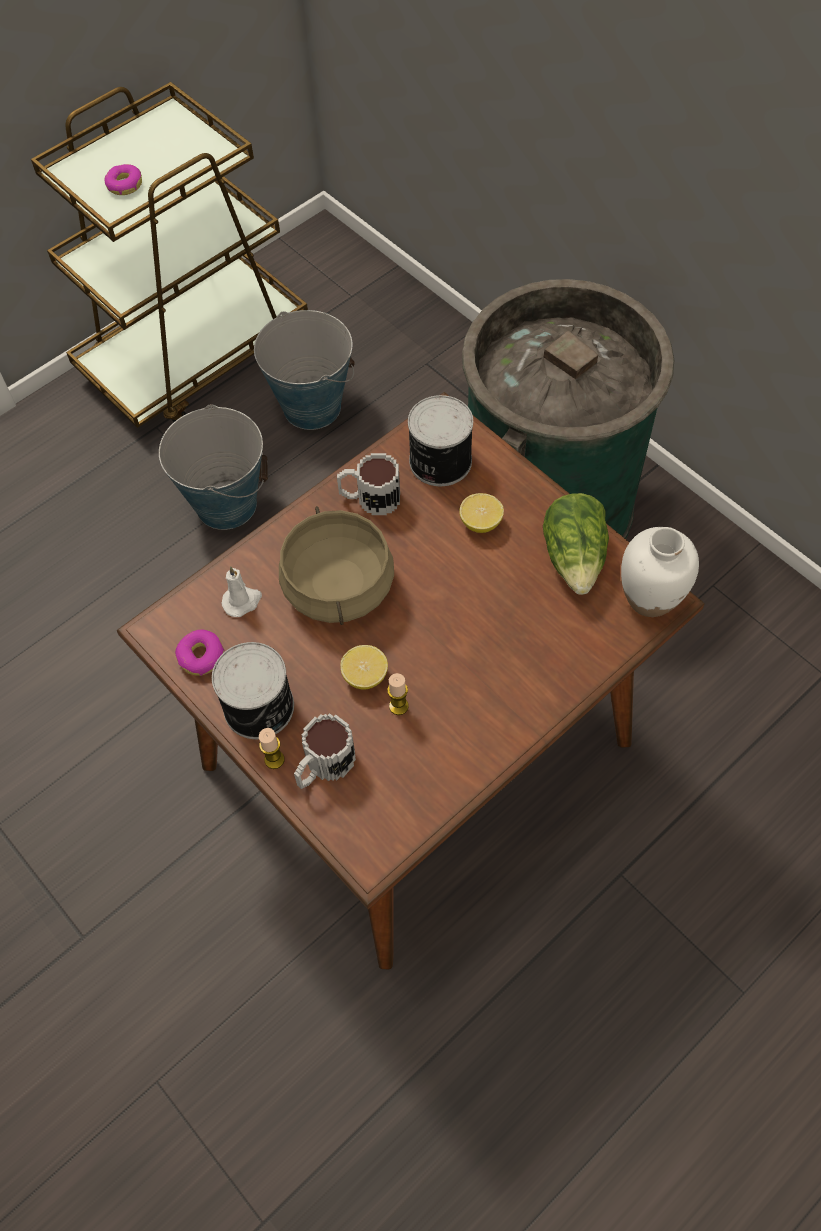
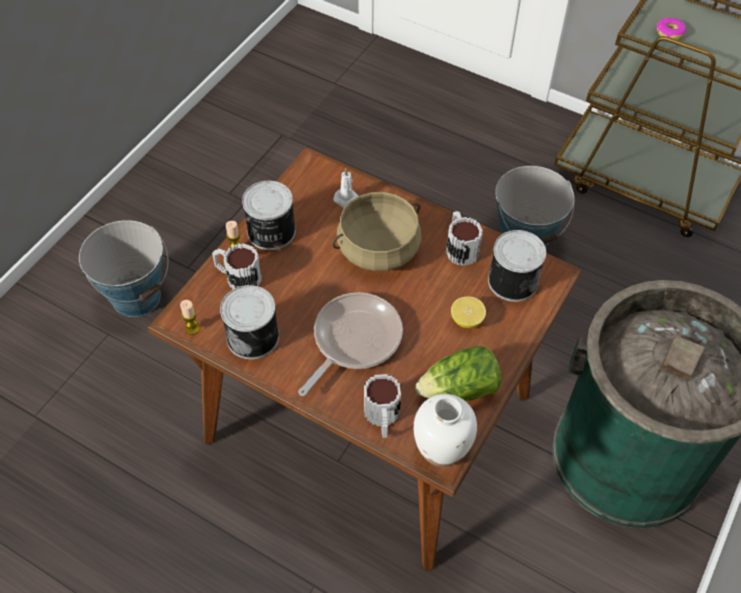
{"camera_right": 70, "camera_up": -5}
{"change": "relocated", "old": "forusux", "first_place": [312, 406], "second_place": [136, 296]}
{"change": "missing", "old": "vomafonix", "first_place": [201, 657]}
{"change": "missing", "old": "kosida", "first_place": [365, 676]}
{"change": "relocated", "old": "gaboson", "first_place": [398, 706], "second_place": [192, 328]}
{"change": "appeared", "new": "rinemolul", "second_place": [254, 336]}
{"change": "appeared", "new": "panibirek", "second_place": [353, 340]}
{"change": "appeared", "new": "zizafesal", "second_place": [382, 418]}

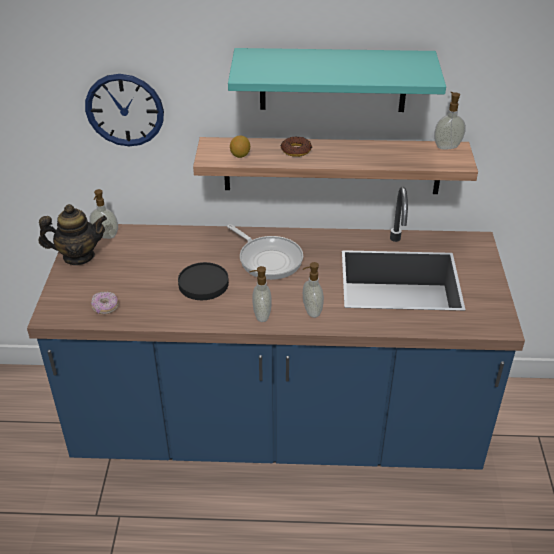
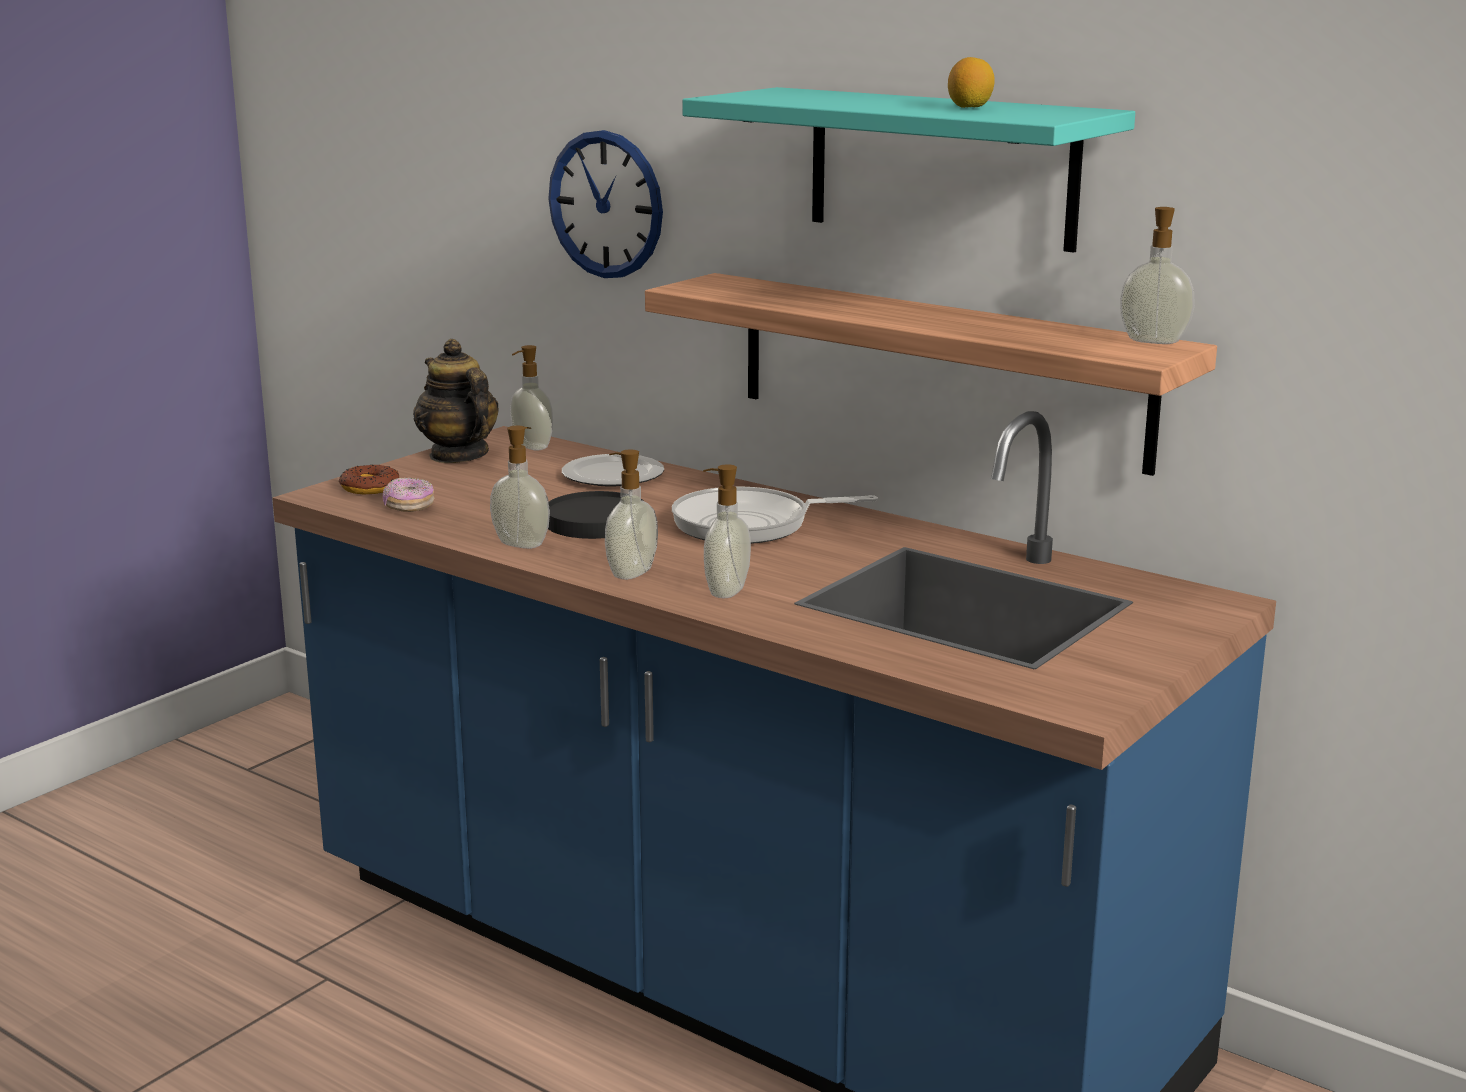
{"camera_right": 35, "camera_up": -20}
{"change": "relocated", "old": "kosida", "first_place": [240, 155], "second_place": [969, 107]}
{"change": "relocated", "old": "vomafonix", "first_place": [296, 150], "second_place": [370, 487]}
{"change": "spun", "old": "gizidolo", "first_place": [78, 256], "second_place": [458, 455], "degrees": -150}
{"change": "spun", "old": "panibirek", "first_place": [268, 259], "second_place": [749, 525], "degrees": 90}
{"change": "appeared", "new": "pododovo", "second_place": [522, 544]}
{"change": "appeared", "new": "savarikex", "second_place": [612, 476]}

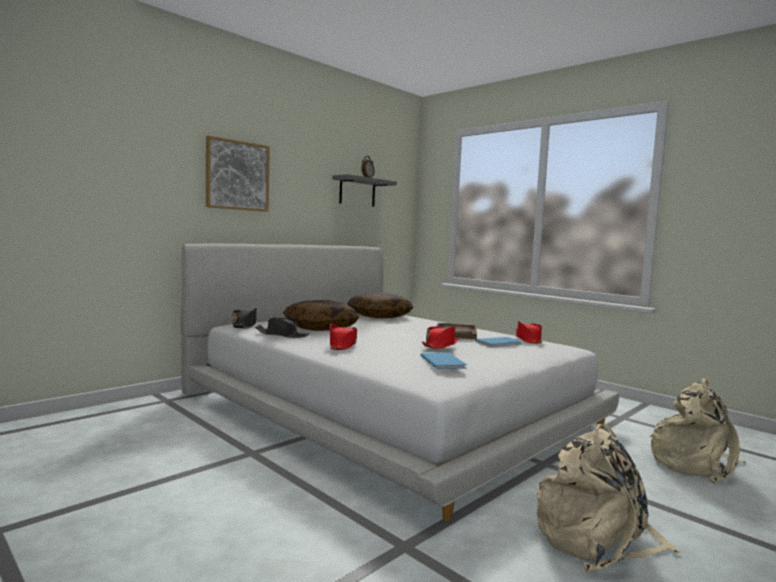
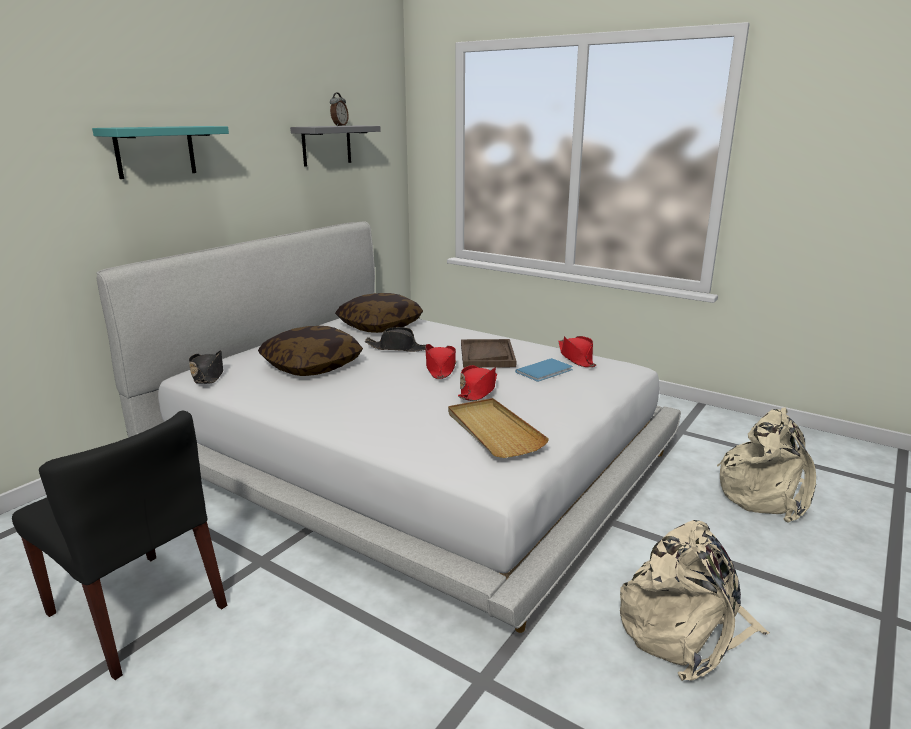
{"camera_right": -10, "camera_up": 15}
{"change": "exchanged", "old": "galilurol", "new": "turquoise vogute", "first_place": [237, 175], "second_place": [155, 151]}
{"change": "relocated", "old": "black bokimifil", "first_place": [282, 335], "second_place": [398, 348]}
{"change": "relocated", "old": "red bokimifil", "first_place": [342, 345], "second_place": [440, 368]}
{"change": "exchanged", "old": "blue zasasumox", "new": "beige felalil", "first_place": [443, 361], "second_place": [493, 430]}
{"change": "appeared", "new": "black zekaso", "second_place": [138, 610]}

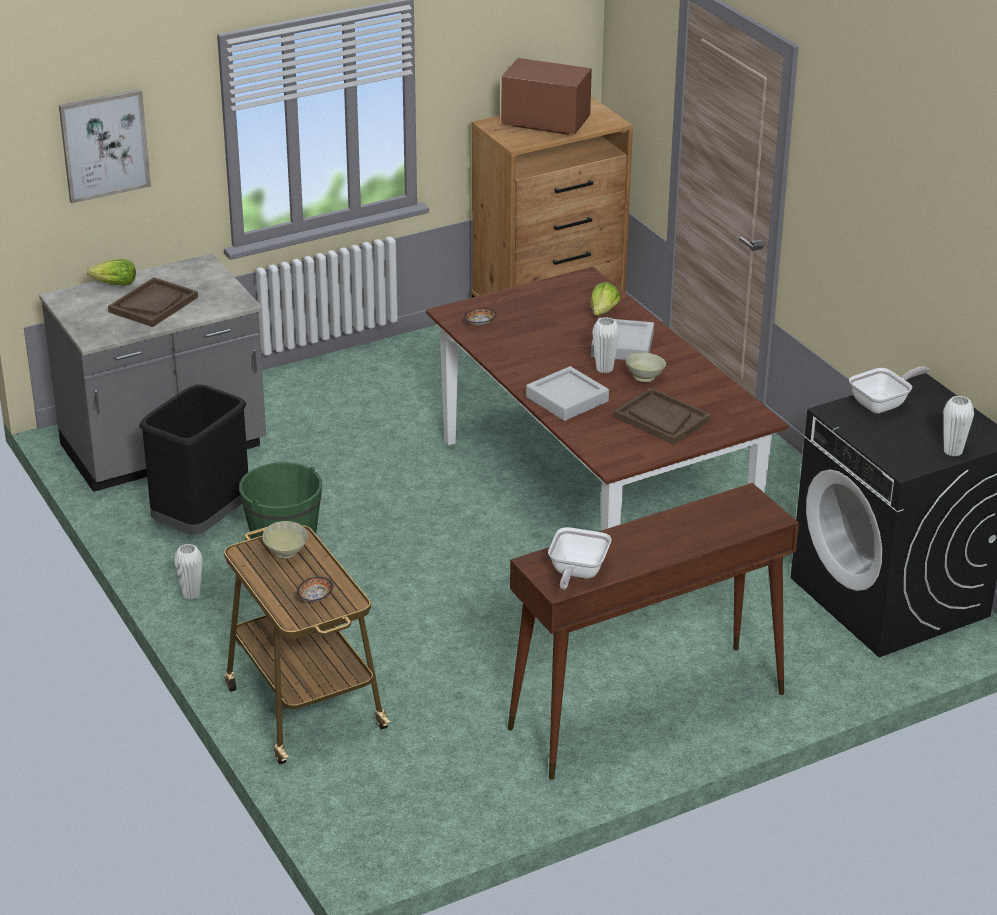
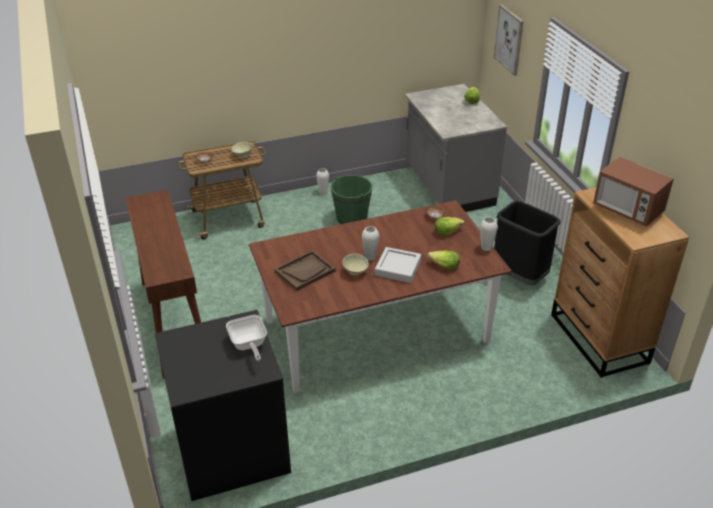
{"camera_right": 100, "camera_up": 5}
{"change": "spun", "old": "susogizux", "first_place": [545, 123], "second_place": [627, 210], "degrees": 105}
{"change": "missing", "old": "brown felalil", "first_place": [153, 304]}
{"change": "missing", "old": "grey felalil", "first_place": [567, 399]}
{"change": "relocated", "old": "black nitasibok", "first_place": [202, 523], "second_place": [519, 276]}
{"change": "relocated", "old": "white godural", "first_place": [953, 451], "second_place": [486, 248]}
{"change": "missing", "old": "panibirek", "first_place": [576, 573]}
{"change": "appeared", "new": "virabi", "second_place": [447, 231]}

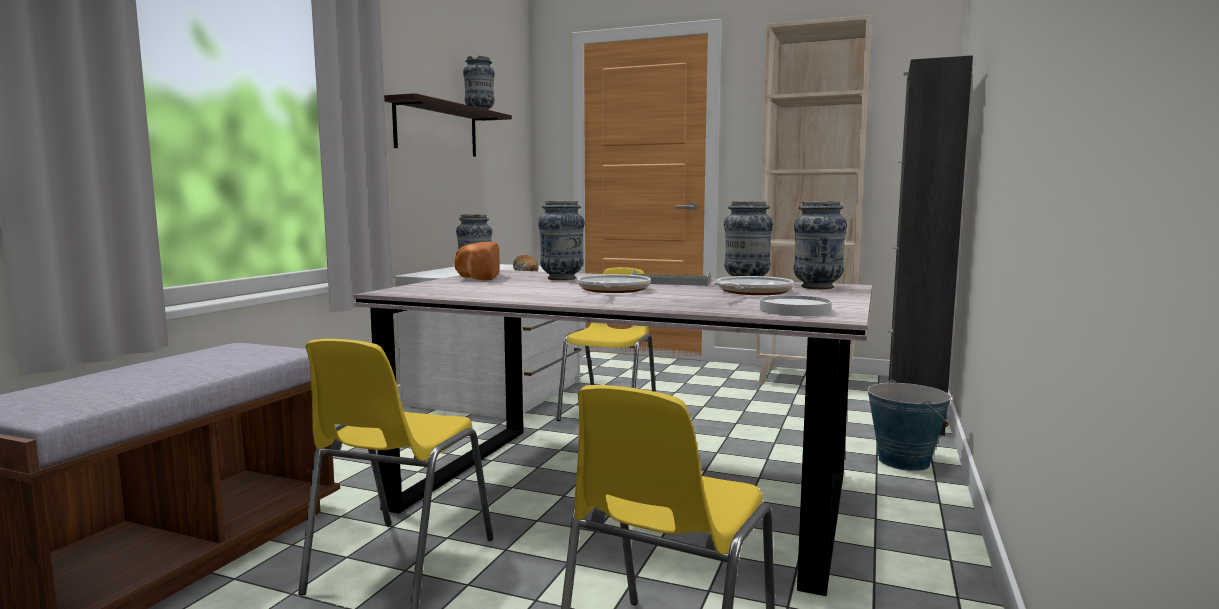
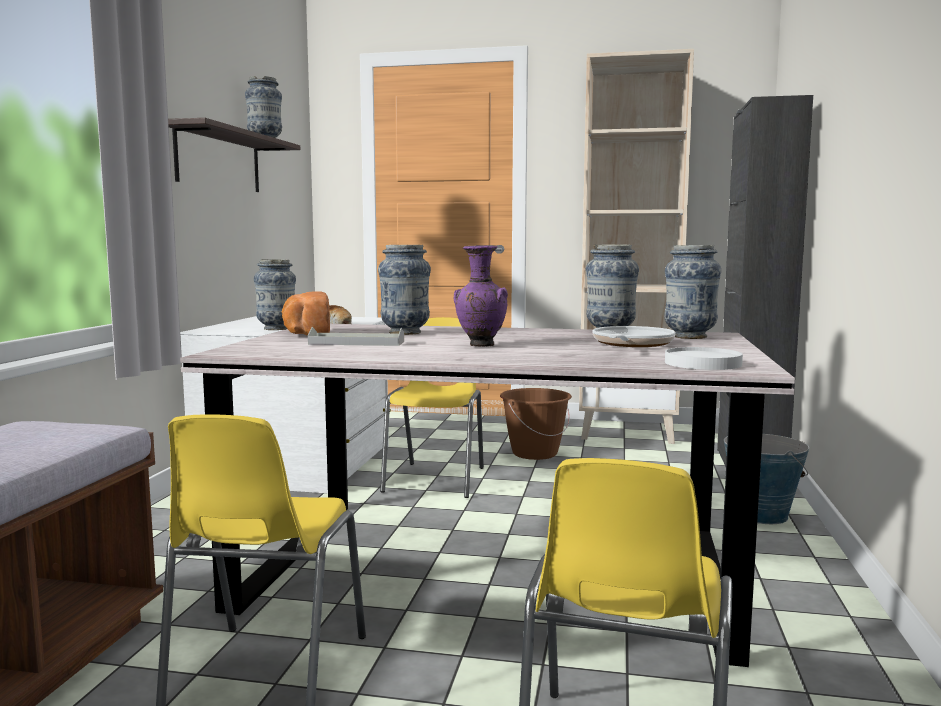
{"camera_right": -10, "camera_up": 0}
{"change": "relocated", "old": "grey felalil", "first_place": [670, 283], "second_place": [356, 343]}
{"change": "exchanged", "old": "panibirek", "new": "purple godural", "first_place": [612, 290], "second_place": [480, 345]}
{"change": "appeared", "new": "brown forusux", "second_place": [534, 453]}

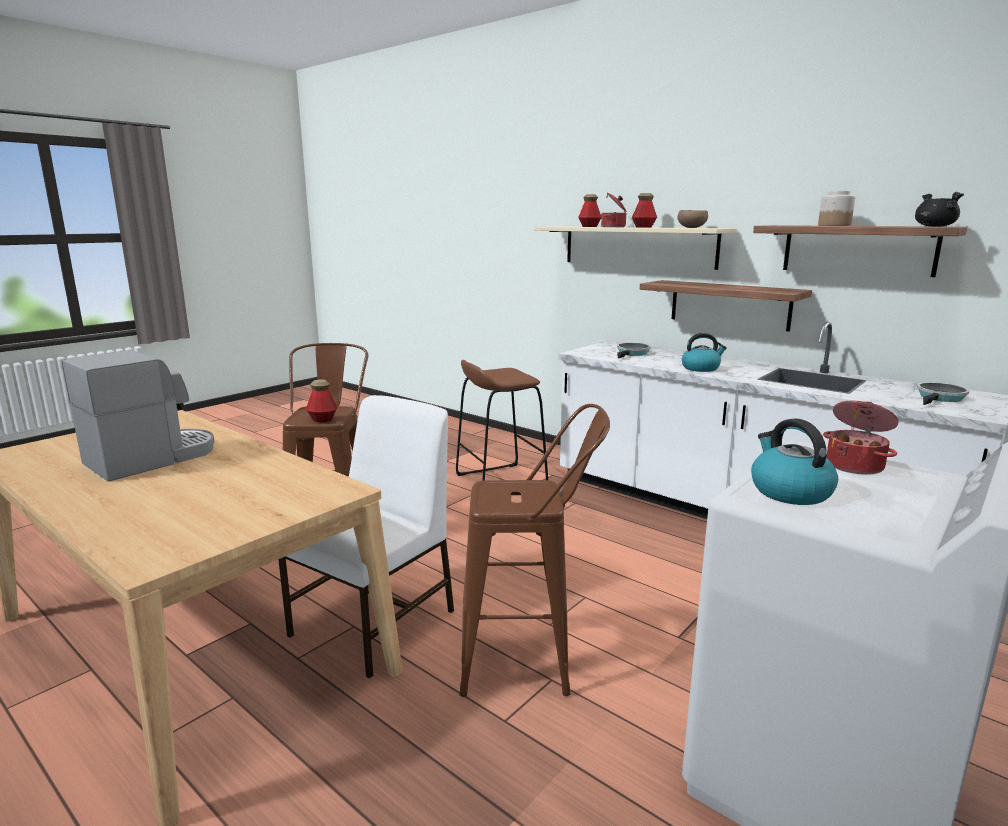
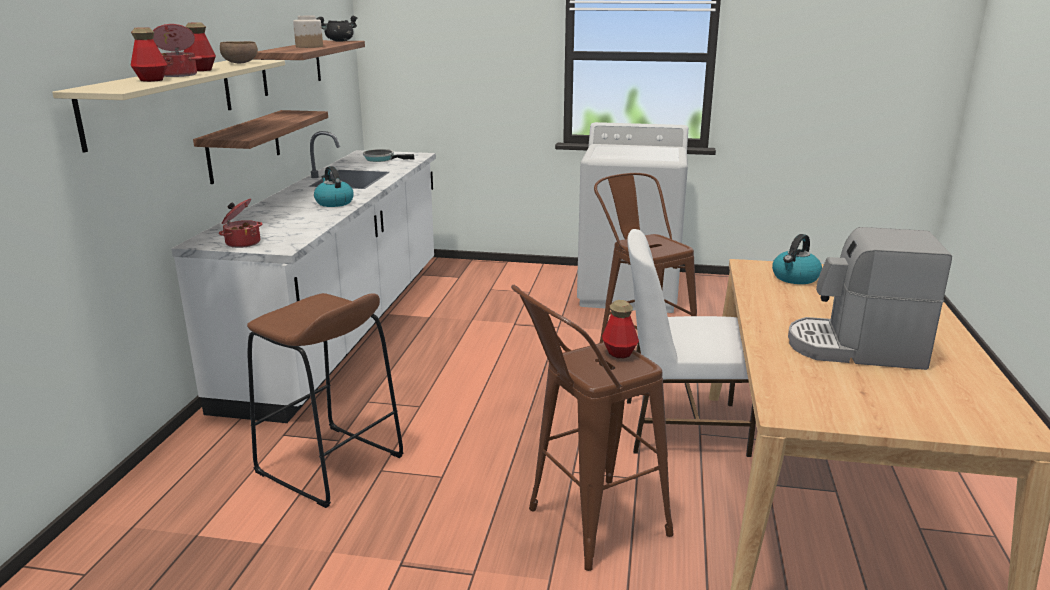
{"camera_right": -120, "camera_up": 5}
{"change": "missing", "old": "panibirek", "first_place": [632, 353]}
{"change": "relocated", "old": "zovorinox", "first_place": [855, 465], "second_place": [242, 243]}
{"change": "relocated", "old": "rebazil", "first_place": [789, 491], "second_place": [795, 278]}

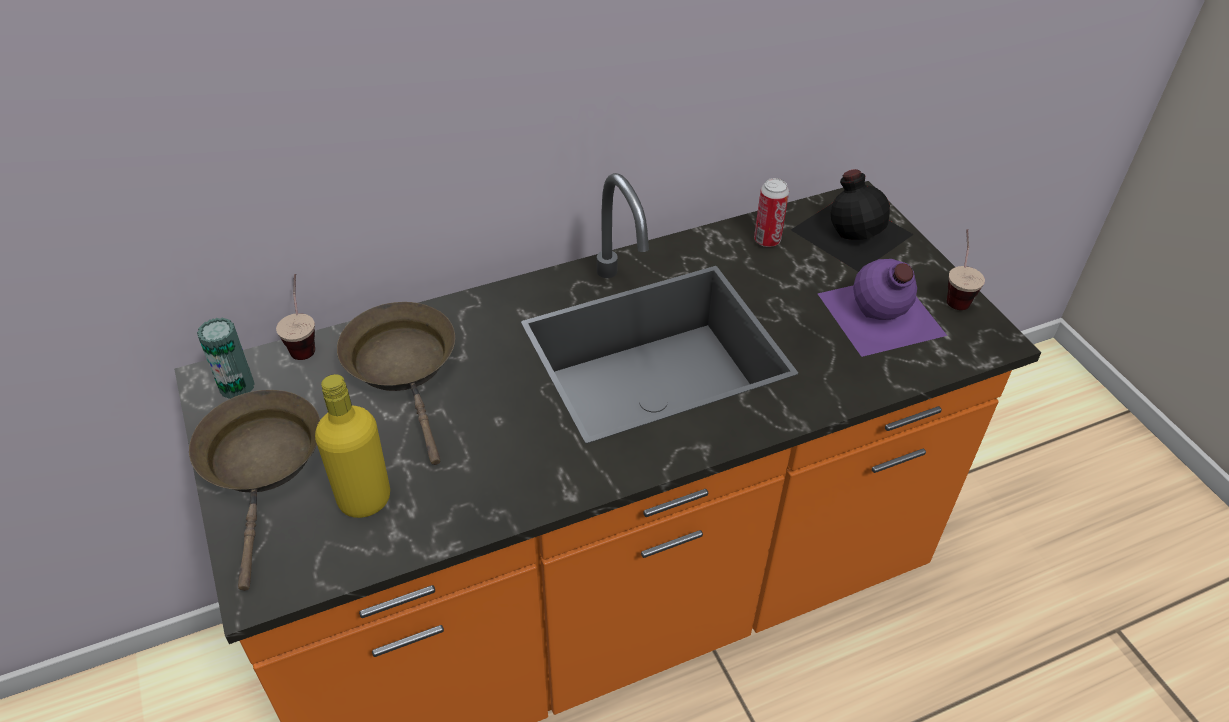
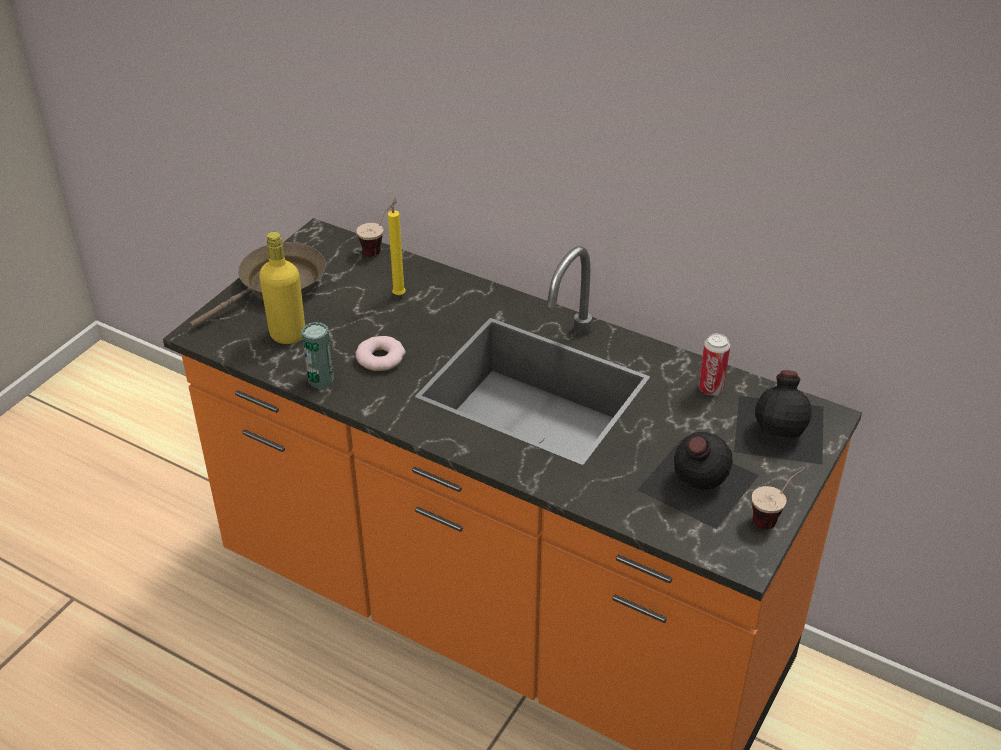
{"camera_right": 55, "camera_up": -5}
{"change": "colour", "old": "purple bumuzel", "new": "black bumuzel", "first_place": [880, 315], "second_place": [696, 483]}
{"change": "exchanged", "old": "brown panibirek", "new": "yellow gaboson", "first_place": [404, 367], "second_place": [399, 294]}
{"change": "relocated", "old": "rinemolul", "first_place": [237, 386], "second_place": [321, 379]}
{"change": "appeared", "new": "vomafonix", "second_place": [380, 358]}

